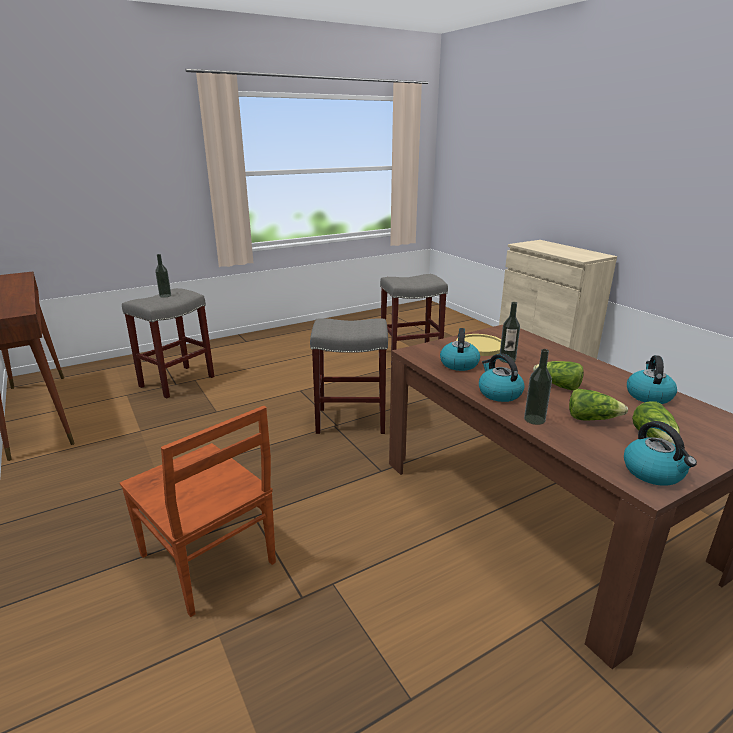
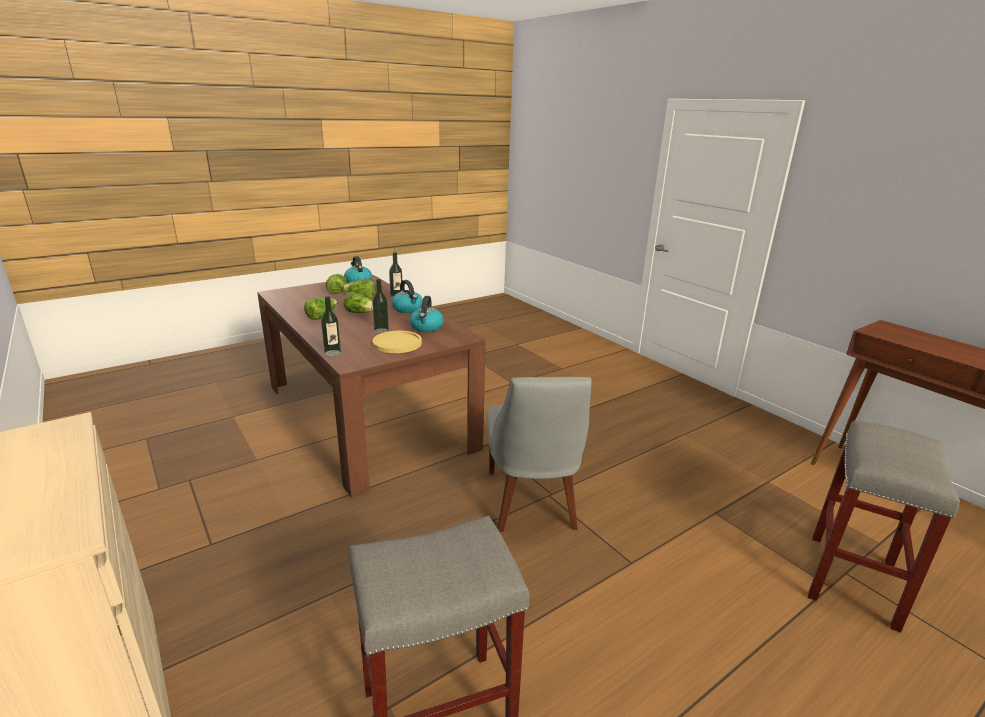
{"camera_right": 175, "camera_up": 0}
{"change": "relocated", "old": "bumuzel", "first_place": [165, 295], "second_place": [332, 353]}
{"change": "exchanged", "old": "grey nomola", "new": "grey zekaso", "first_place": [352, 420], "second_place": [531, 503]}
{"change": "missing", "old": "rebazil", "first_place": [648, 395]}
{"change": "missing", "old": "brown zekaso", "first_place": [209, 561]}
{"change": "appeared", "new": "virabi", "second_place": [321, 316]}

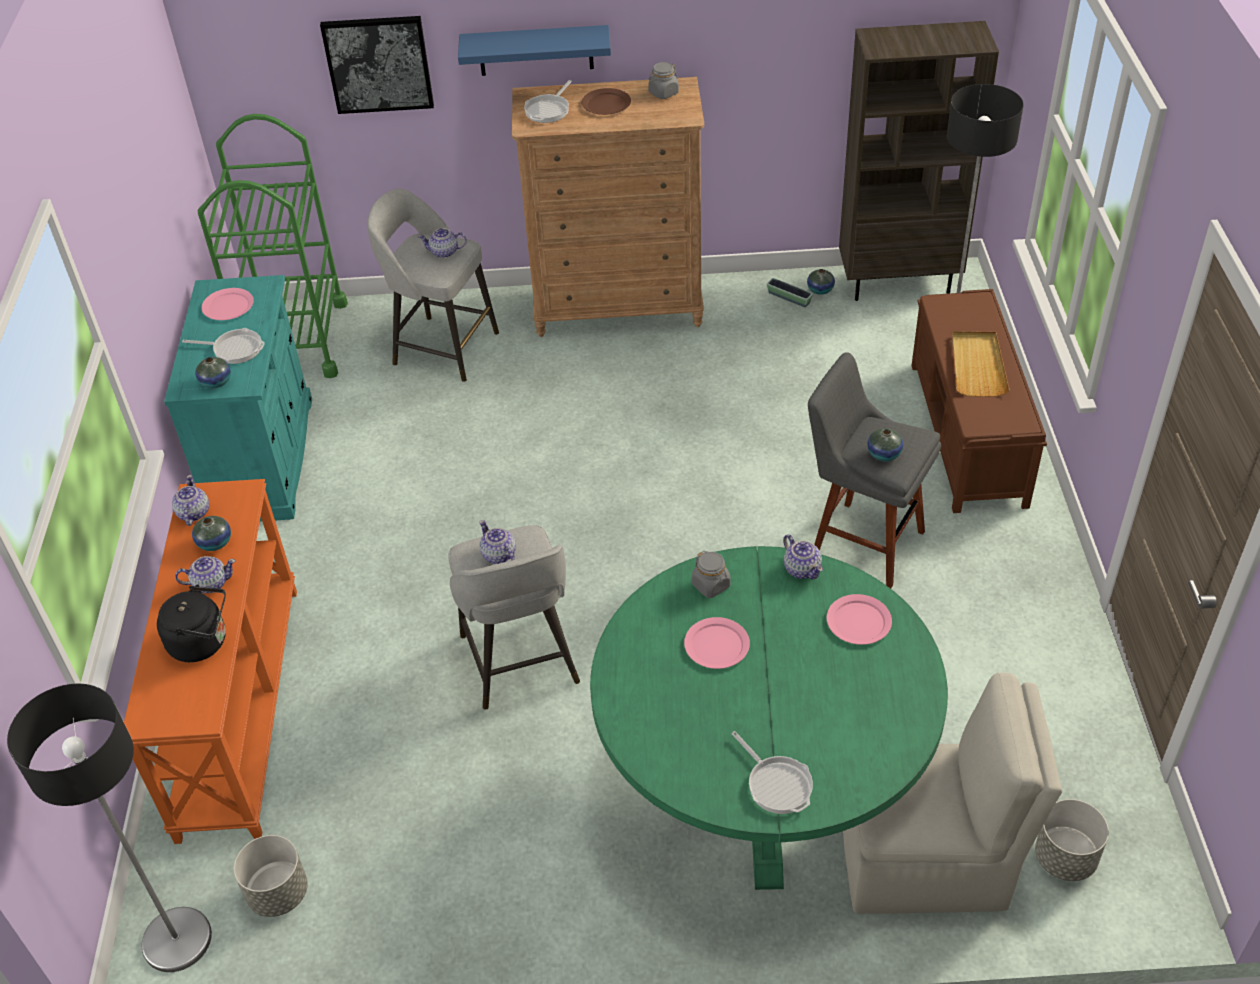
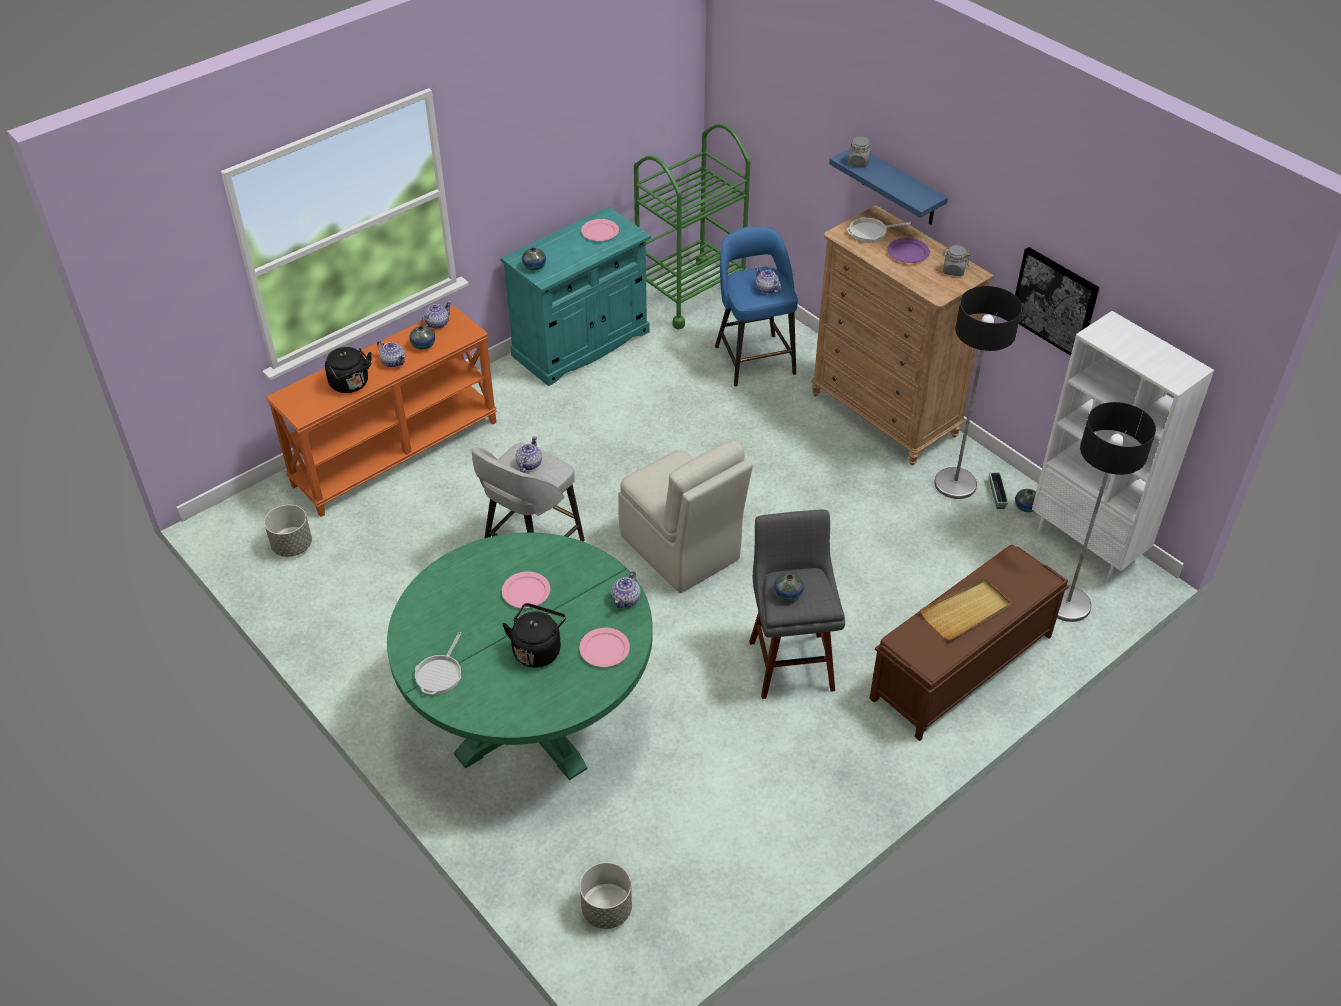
{"camera_right": 50, "camera_up": 0}
{"change": "relocated", "old": "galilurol", "first_place": [378, 64], "second_place": [1055, 302]}
{"change": "colour", "old": "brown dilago", "new": "white dilago", "first_place": [899, 283], "second_place": [1087, 546]}
{"change": "colour", "old": "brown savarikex", "new": "purple savarikex", "first_place": [606, 104], "second_place": [908, 253]}
{"change": "colour", "old": "grey nomola", "new": "blue nomola", "first_place": [443, 347], "second_place": [754, 358]}
{"change": "missing", "old": "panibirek", "first_place": [234, 349]}
{"change": "relocated", "old": "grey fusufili", "first_place": [711, 585], "second_place": [858, 162]}
{"change": "relocated", "old": "beige zekaso", "first_place": [928, 861], "second_place": [681, 550]}
{"change": "relocated", "old": "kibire", "first_place": [176, 940], "second_place": [955, 483]}
{"change": "appeared", "new": "black rebazil", "second_place": [537, 649]}

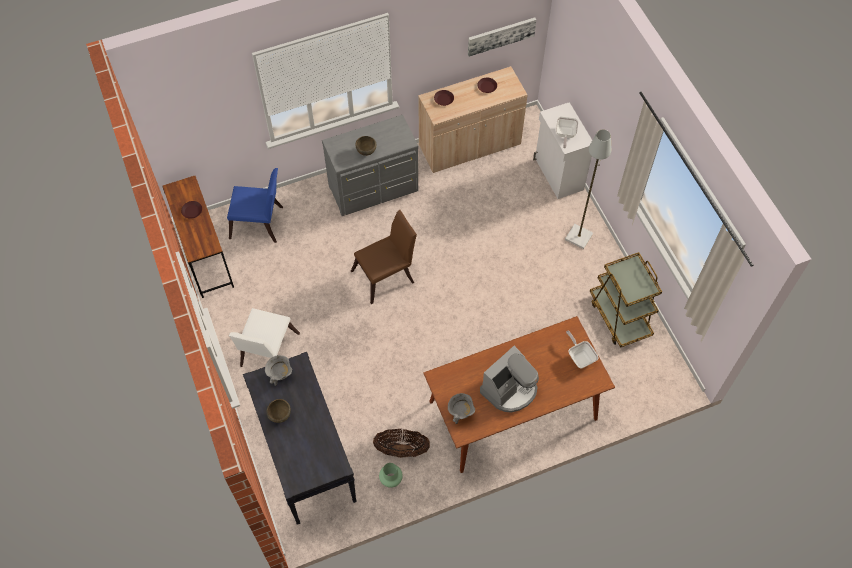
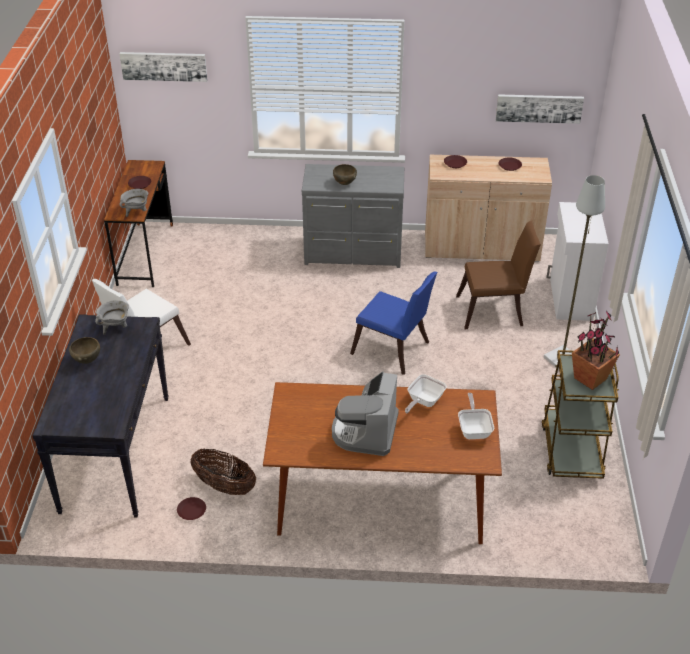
{"camera_right": 25, "camera_up": -20}
{"change": "relocated", "old": "panibirek", "first_place": [565, 135], "second_place": [423, 402]}
{"change": "relocated", "old": "blue zekaso", "first_place": [260, 224], "second_place": [394, 351]}
{"change": "relocated", "old": "brown zekaso", "first_place": [386, 275], "second_place": [494, 311]}
{"change": "spun", "old": "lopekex", "first_place": [510, 389], "second_place": [365, 431], "degrees": 120}
{"change": "relocated", "old": "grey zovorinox", "first_place": [460, 413], "second_place": [136, 212]}
{"change": "exchanged", "old": "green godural", "new": "brown savarikex", "first_place": [390, 479], "second_place": [191, 511]}
{"change": "appeared", "new": "galilurol", "second_place": [164, 66]}
{"change": "appeared", "new": "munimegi", "second_place": [590, 379]}

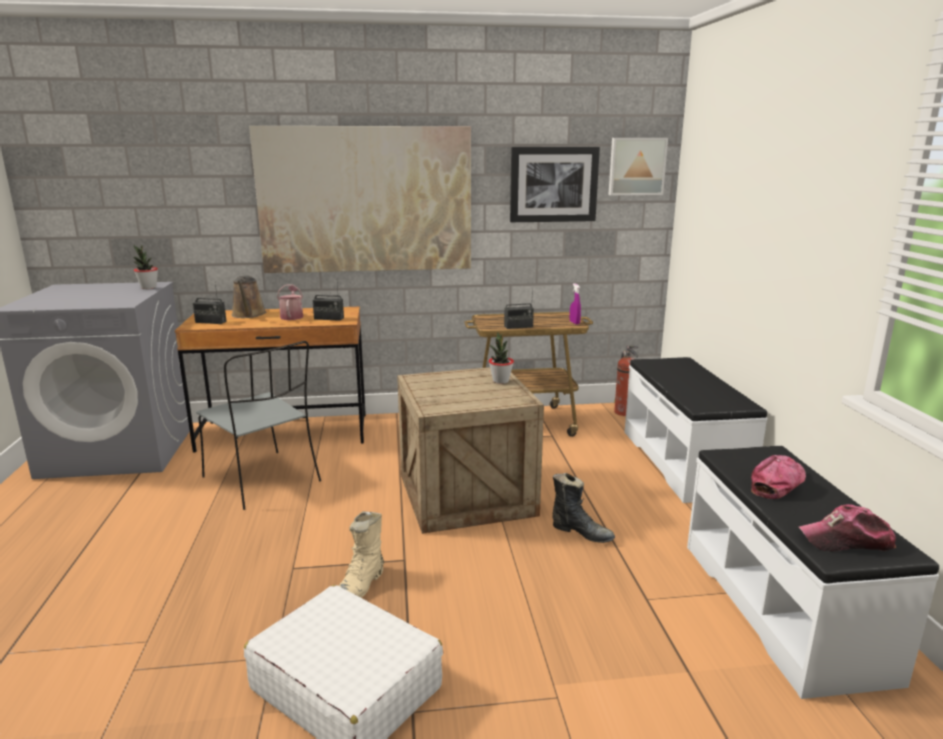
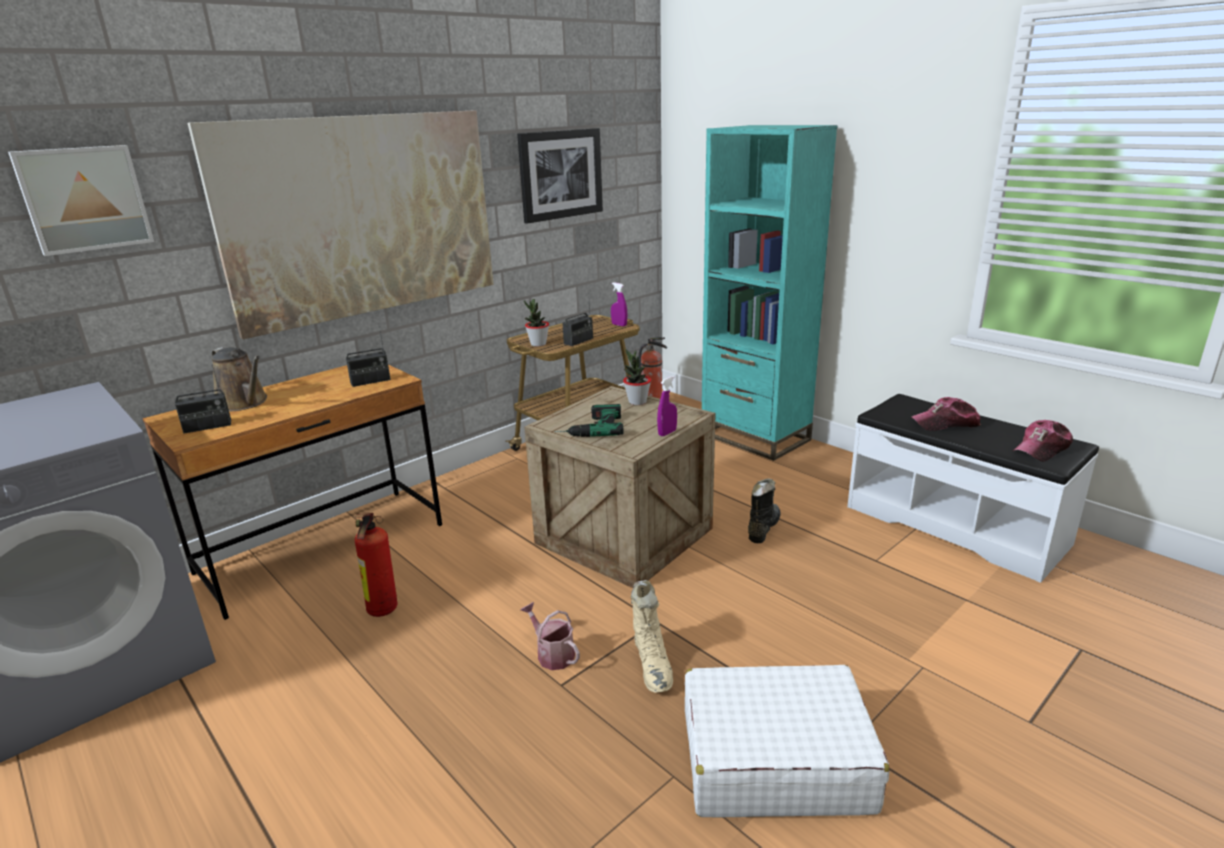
{"camera_right": -35, "camera_up": 5}
{"change": "relocated", "old": "galilurol", "first_place": [636, 166], "second_place": [84, 199]}
{"change": "relocated", "old": "munimegi", "first_place": [148, 288], "second_place": [538, 344]}
{"change": "relocated", "old": "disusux", "first_place": [292, 316], "second_place": [552, 654]}
{"change": "exchanged", "old": "grey zekaso", "new": "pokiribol", "first_place": [263, 480], "second_place": [381, 612]}
{"change": "exchanged", "old": "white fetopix", "new": "turquoise dilago", "first_place": [684, 462], "second_place": [754, 437]}
{"change": "spun", "old": "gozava", "first_place": [777, 483], "second_place": [945, 423], "degrees": -105}
{"change": "spun", "old": "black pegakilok", "first_place": [581, 532], "second_place": [762, 528], "degrees": -60}
{"change": "appeared", "new": "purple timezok", "second_place": [667, 433]}
{"change": "appeared", "new": "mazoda", "second_place": [589, 427]}

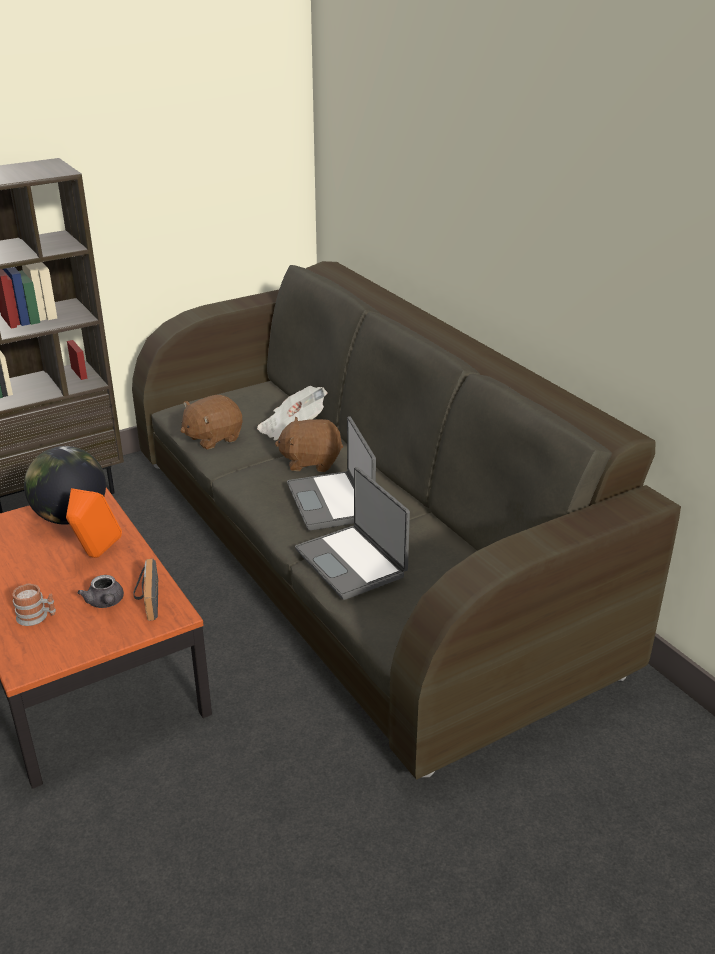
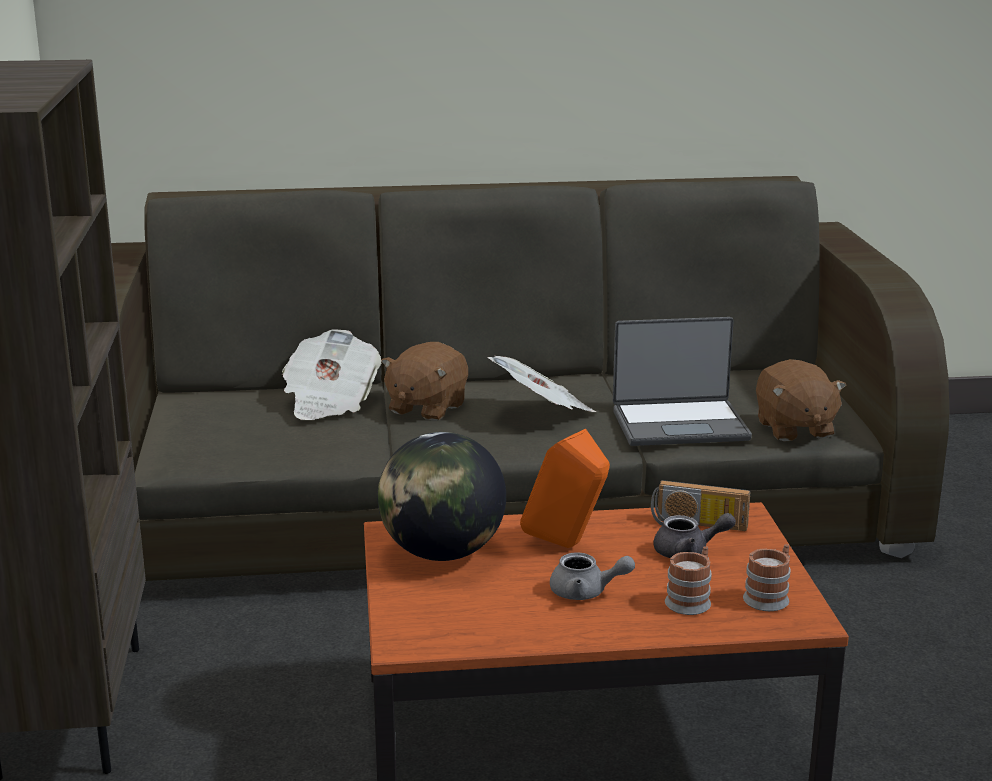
{"camera_right": -65, "camera_up": -10}
{"change": "relocated", "old": "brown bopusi", "first_place": [212, 438], "second_place": [794, 429]}
{"change": "exchanged", "old": "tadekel", "new": "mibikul", "first_place": [332, 502], "second_place": [542, 410]}
{"change": "appeared", "new": "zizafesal", "second_place": [770, 597]}
{"change": "appeared", "new": "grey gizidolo", "second_place": [586, 592]}

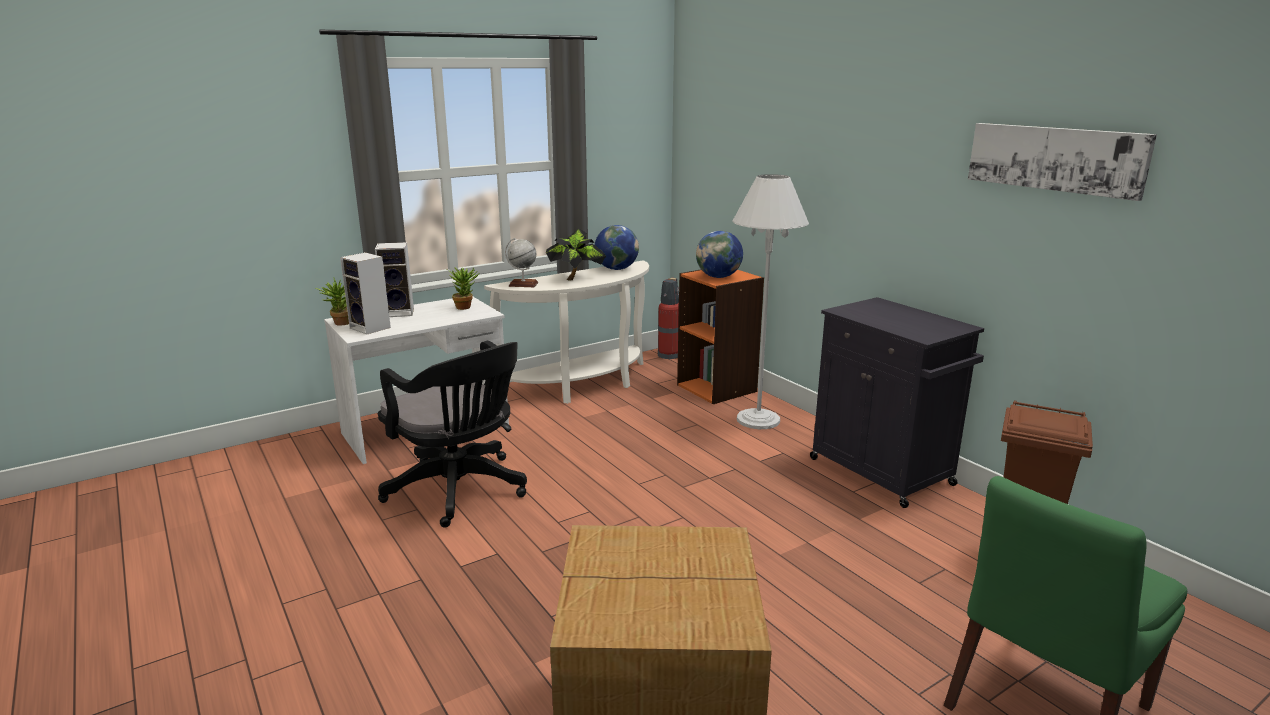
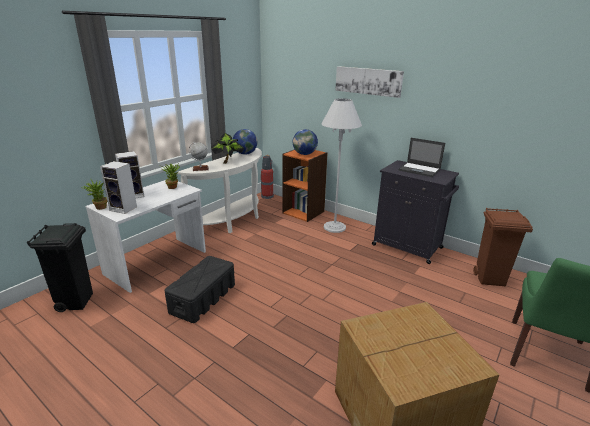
{"camera_right": -20, "camera_up": 5}
{"change": "relocated", "old": "galilurol", "first_place": [1055, 158], "second_place": [368, 81]}
{"change": "exchanged", "old": "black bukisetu", "new": "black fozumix", "first_place": [460, 491], "second_place": [203, 299]}
{"change": "appeared", "new": "tadekel", "second_place": [420, 170]}
{"change": "appeared", "new": "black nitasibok", "second_place": [76, 302]}

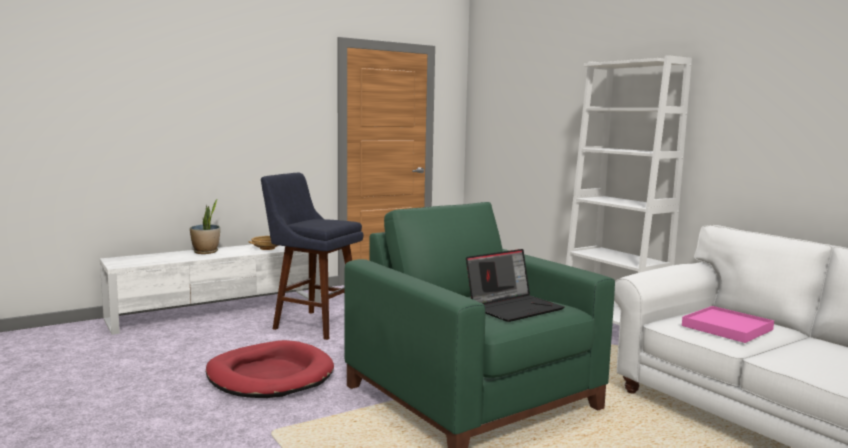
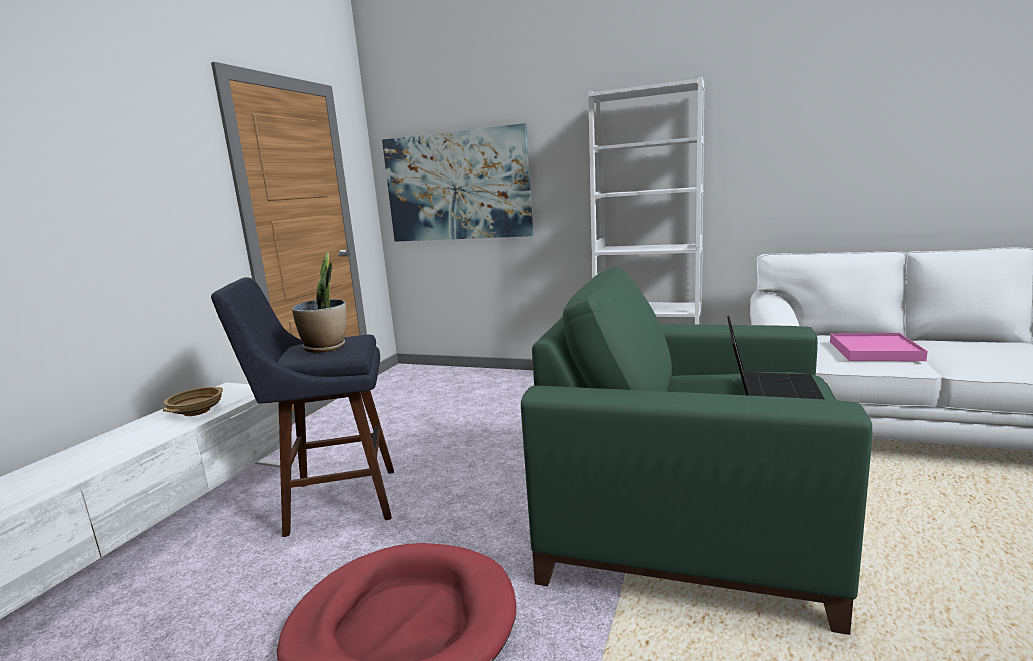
{"camera_right": -35, "camera_up": 5}
{"change": "relocated", "old": "munimegi", "first_place": [206, 252], "second_place": [326, 347]}
{"change": "appeared", "new": "galilurol", "second_place": [457, 186]}

